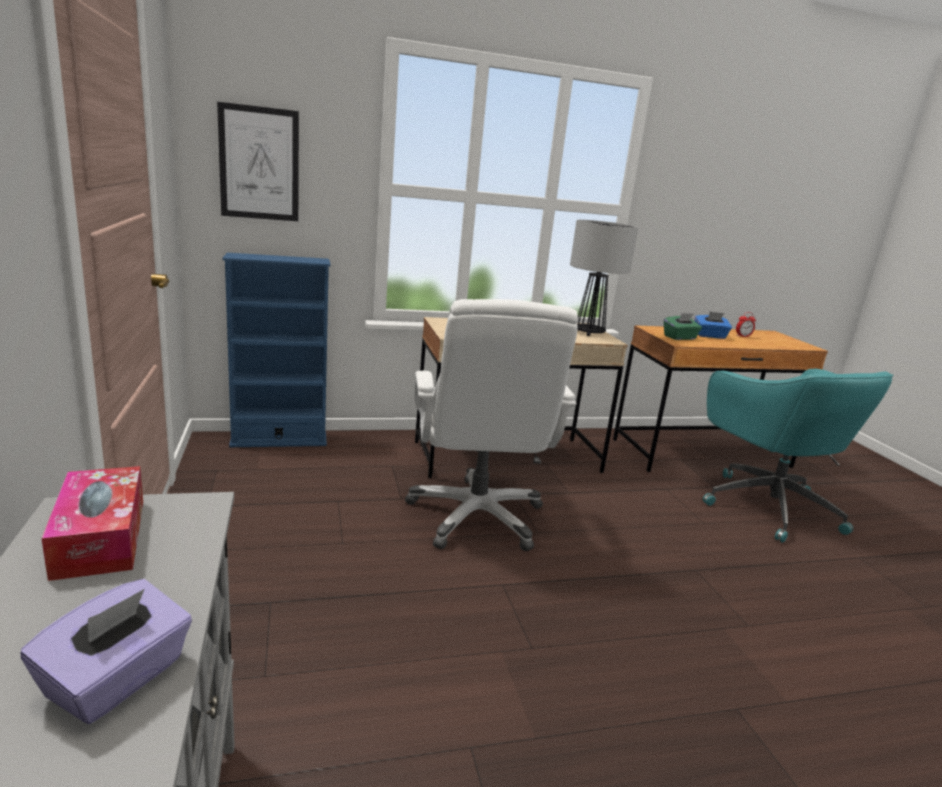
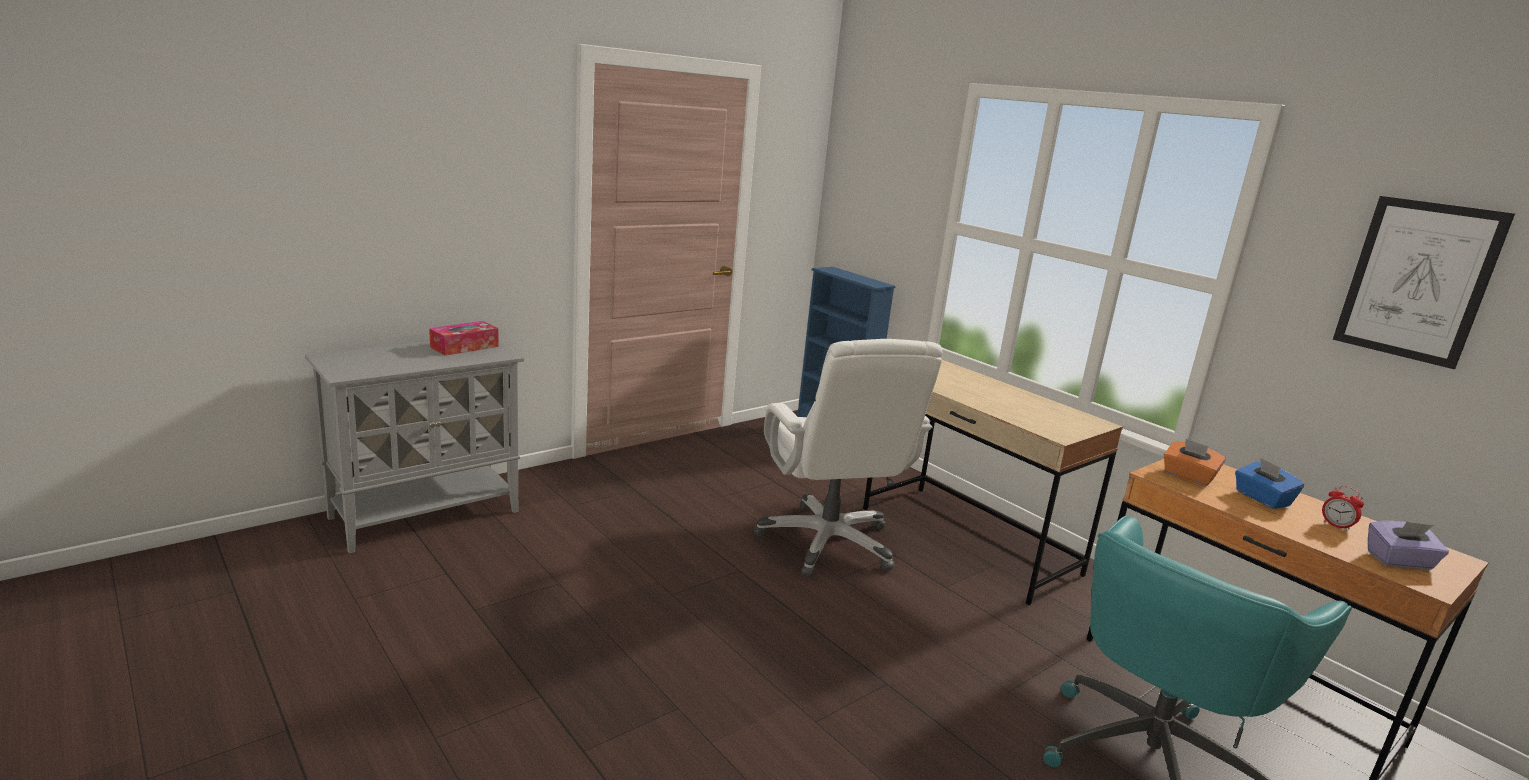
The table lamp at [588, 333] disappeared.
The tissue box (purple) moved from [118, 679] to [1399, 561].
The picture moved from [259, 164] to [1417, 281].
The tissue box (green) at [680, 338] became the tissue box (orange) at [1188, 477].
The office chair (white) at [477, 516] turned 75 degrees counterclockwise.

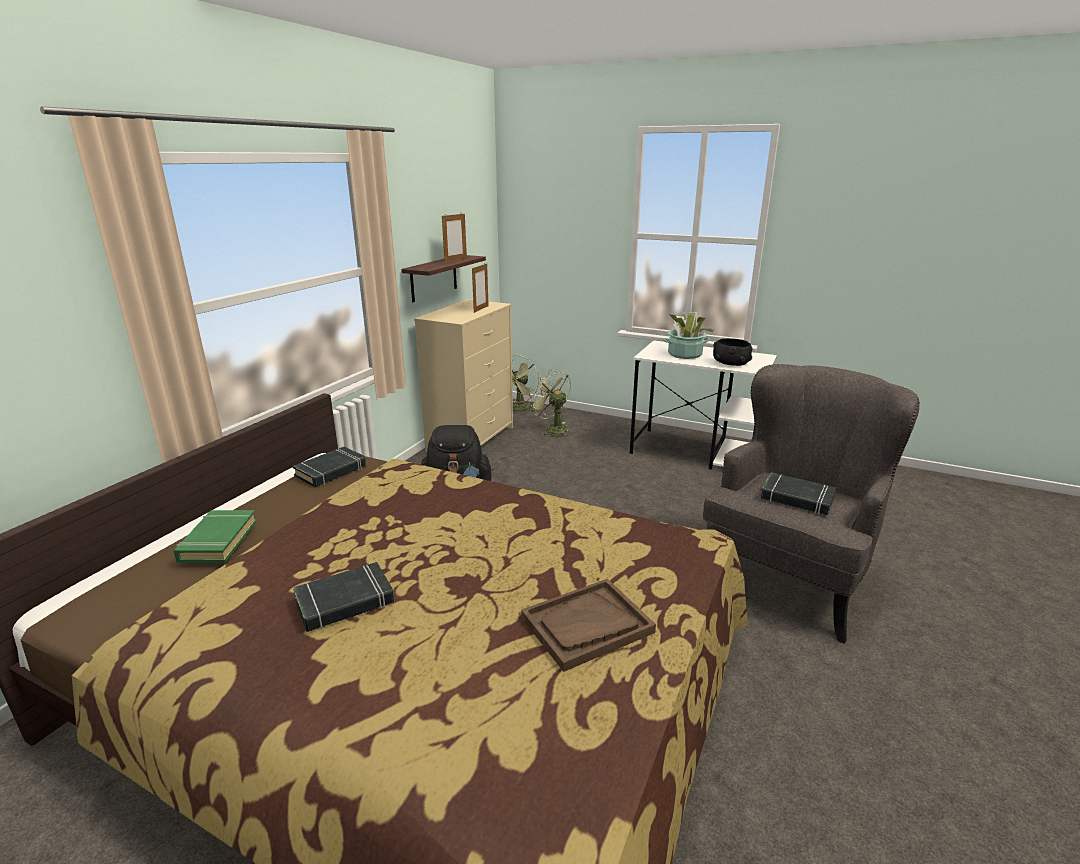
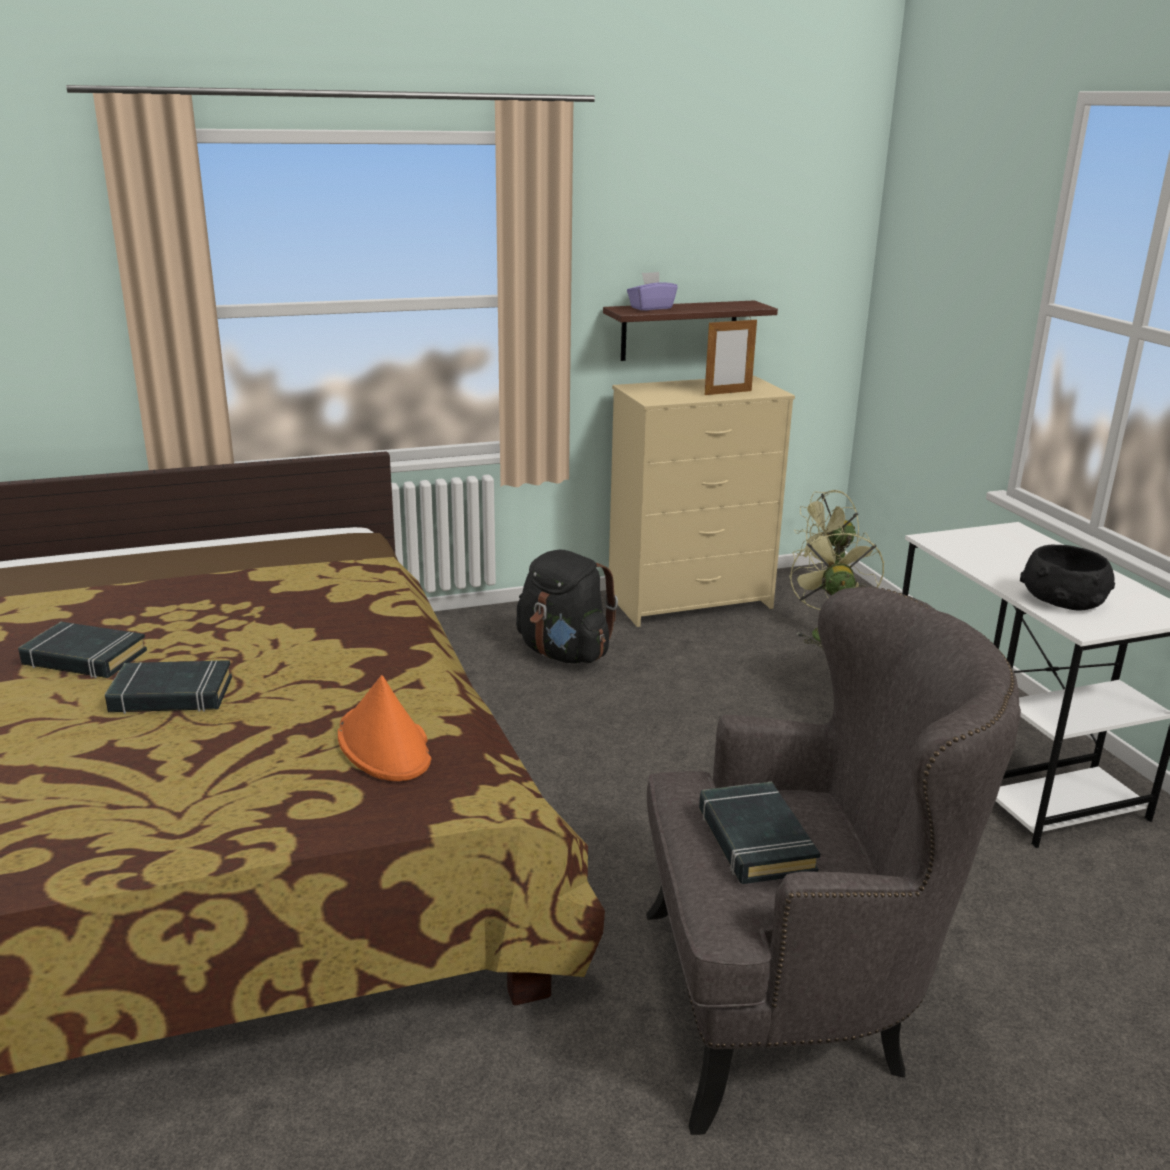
The book (green) at [218, 541] disappeared.
The picture frame at [455, 260] disappeared.
The tray (brown) at [587, 625] disappeared.
The potted plant at [684, 354] disappeared.
The hat (orange) at [384, 745] appeared.
The tissue box (purple) at [651, 308] appeared.
The book (black) moved from [331, 471] to [171, 695].

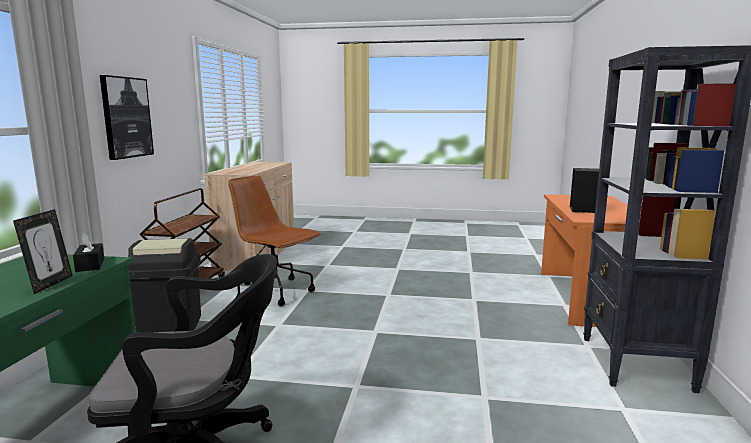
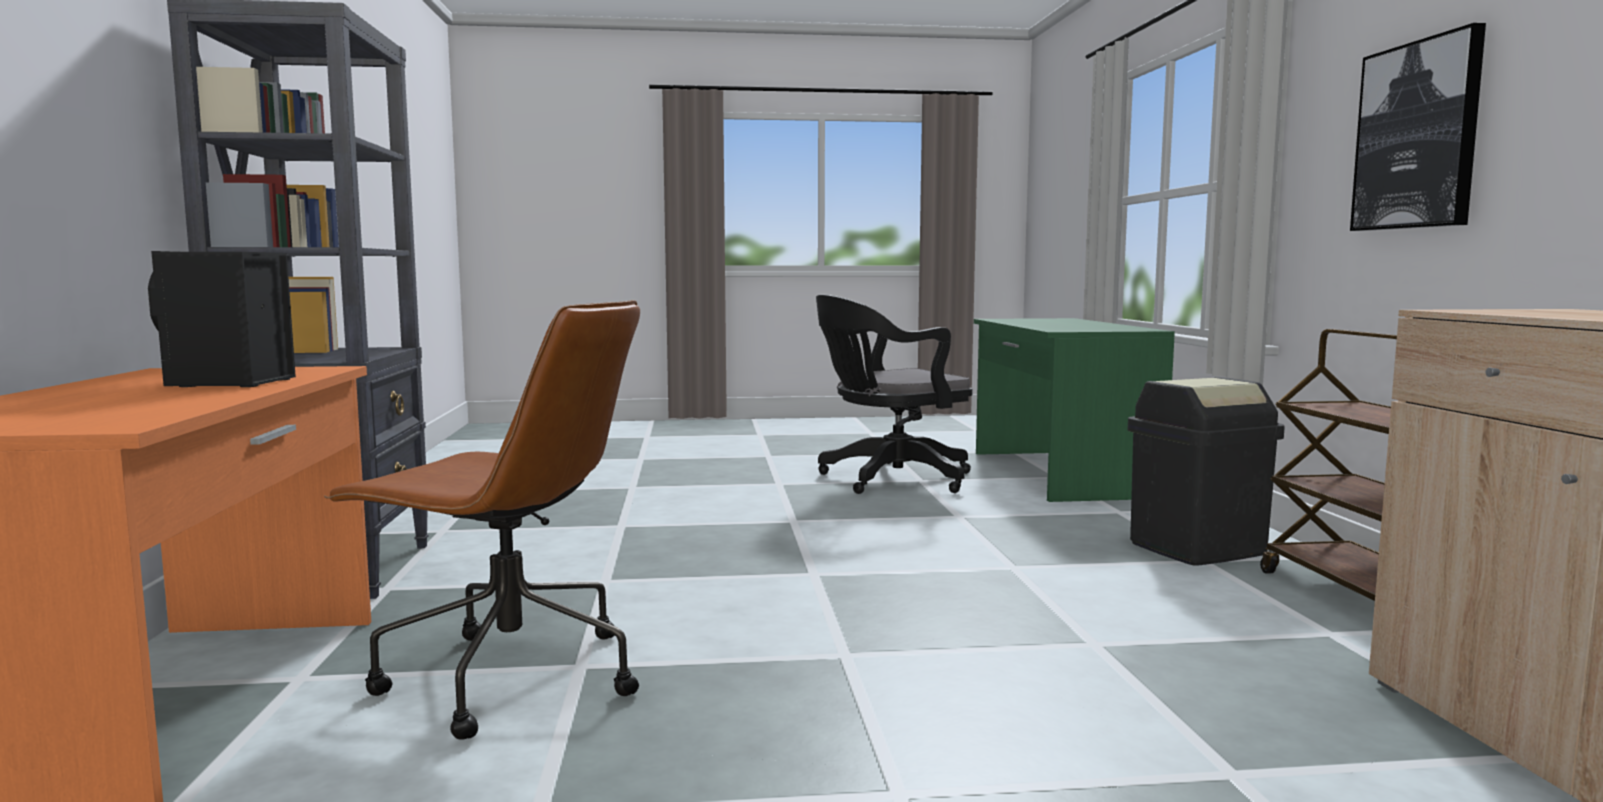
The picture frame at [50, 284] disappeared.
The tissue box (black) at [90, 265] disappeared.
The office chair (brown) moved from [275, 292] to [508, 678].

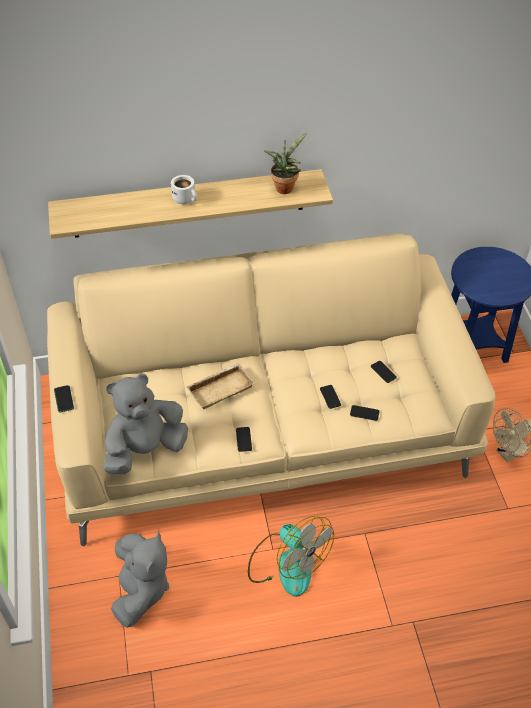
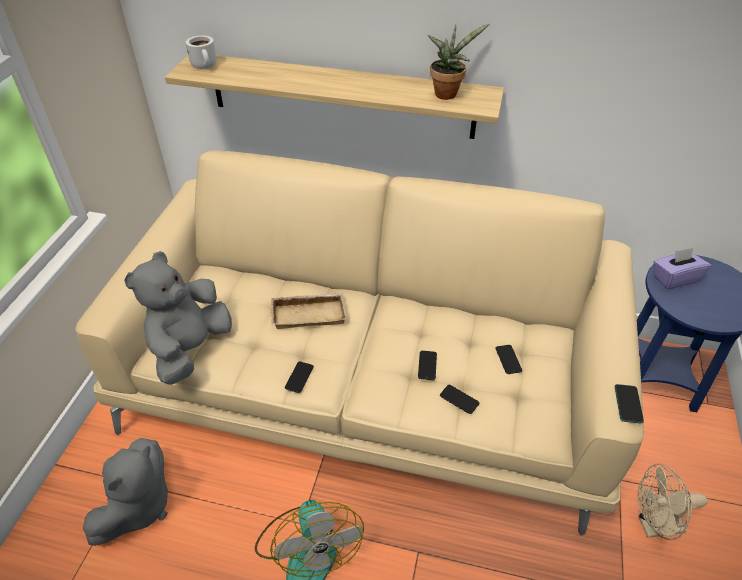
The tissue box (purple) at [674, 278] appeared.
The phone moved from [64, 399] to [628, 404].
The mug (white) moved from [186, 199] to [206, 65].
The plush toy (grey) at [145, 449] turned 60 degrees counterclockwise.

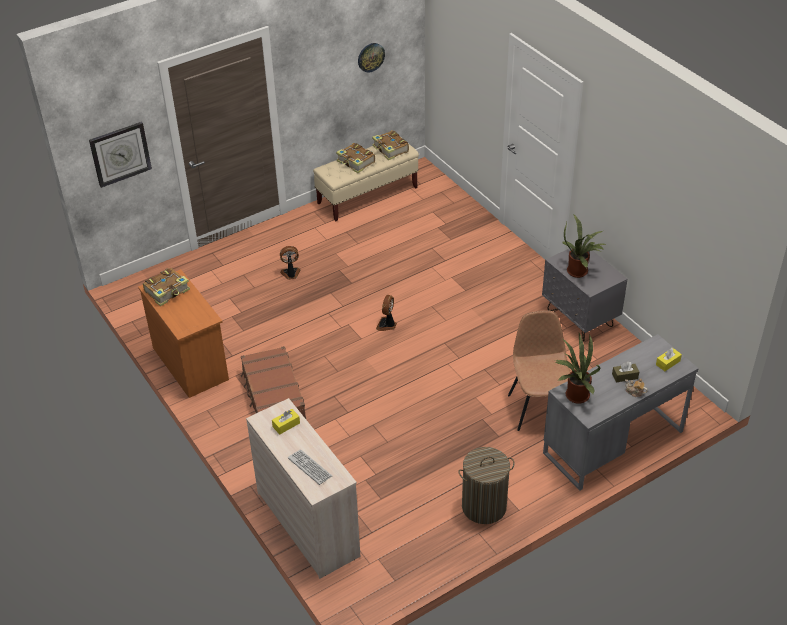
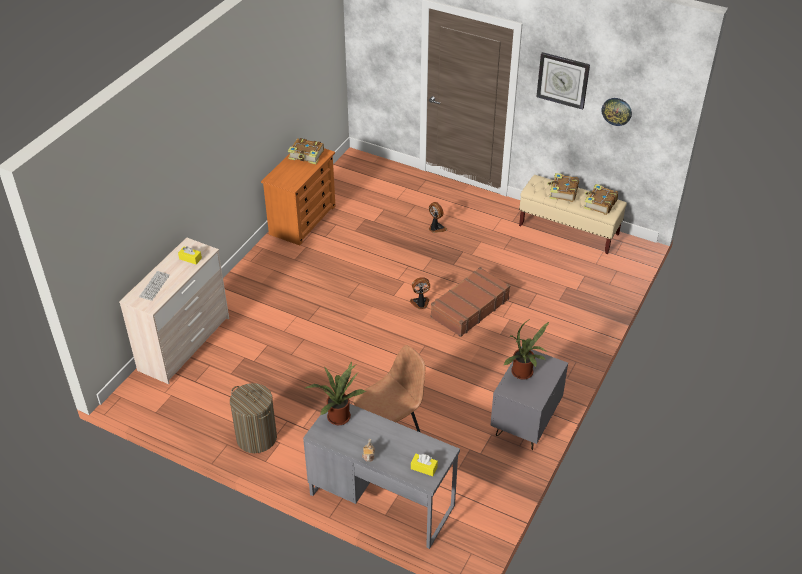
The tissue box (brown) at [625, 376] disappeared.
The wall clock moved from [120, 154] to [563, 80].
The suitcase (brown) moved from [273, 395] to [469, 308].

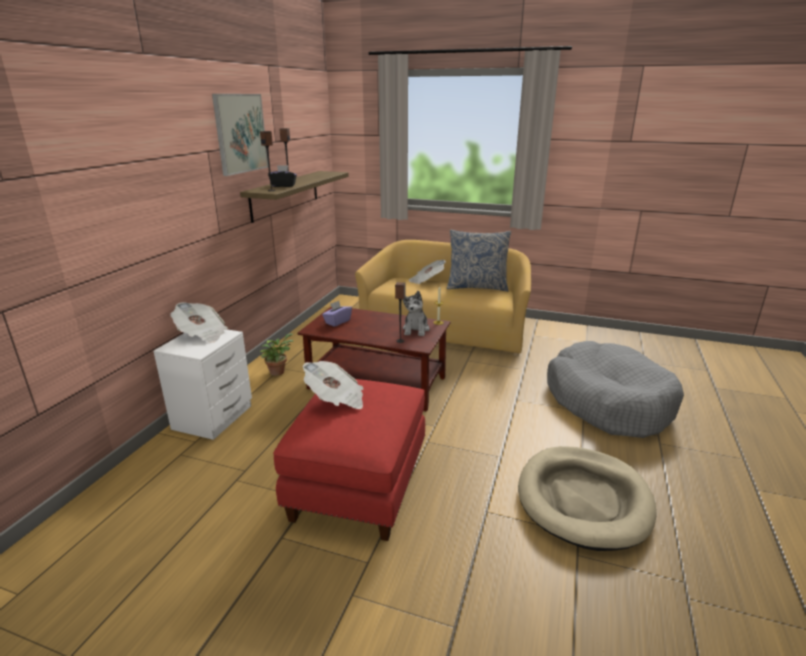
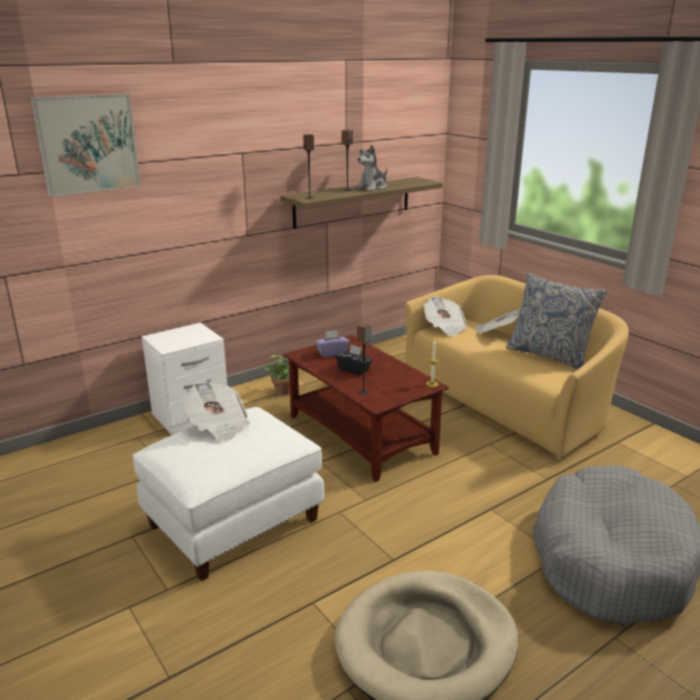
The newspaper moved from [202, 334] to [444, 327].
The picture moved from [240, 133] to [88, 144].
The tissue box (black) moved from [283, 186] to [354, 369].
The plush toy moved from [416, 329] to [372, 188].
The ottoman (red) at [357, 484] became the ottoman (white) at [233, 522].

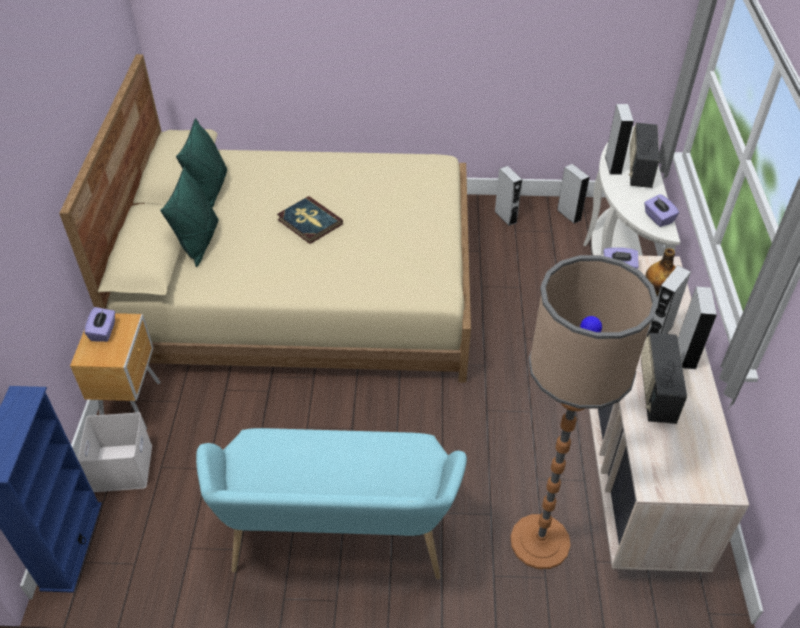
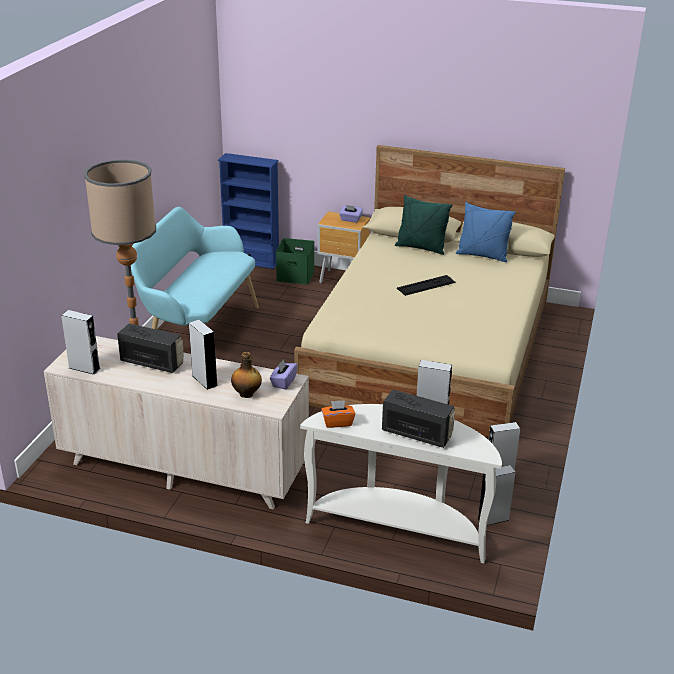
The speaker (grey) moved from [686, 354] to [84, 368].
The book at [309, 222] was replaced by the keyboard at [426, 285].
The storage box (white) at [121, 466] became the storage box (green) at [296, 275].
The pillow (green) at [210, 190] became the pillow (blue) at [482, 255].
The tissue box (purple) at [658, 218] became the tissue box (orange) at [337, 422].

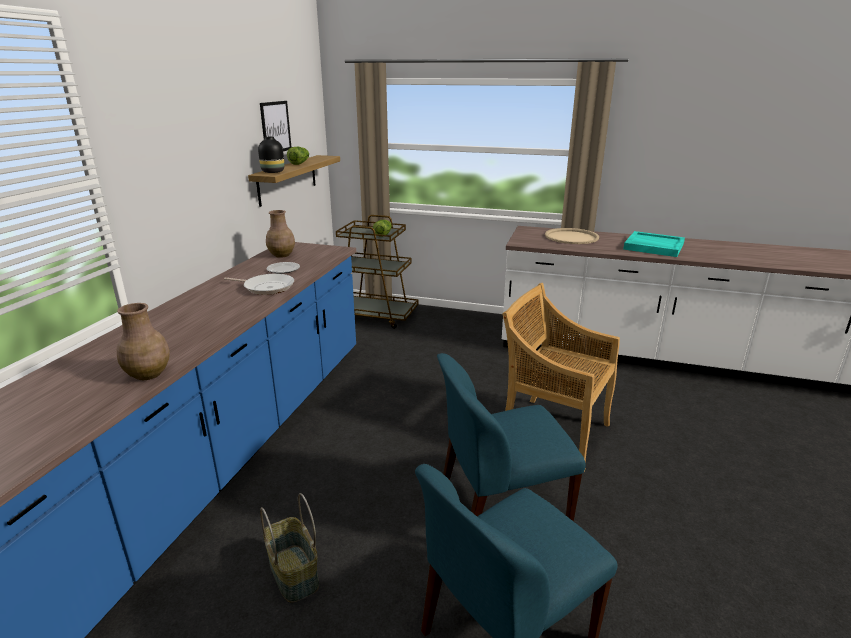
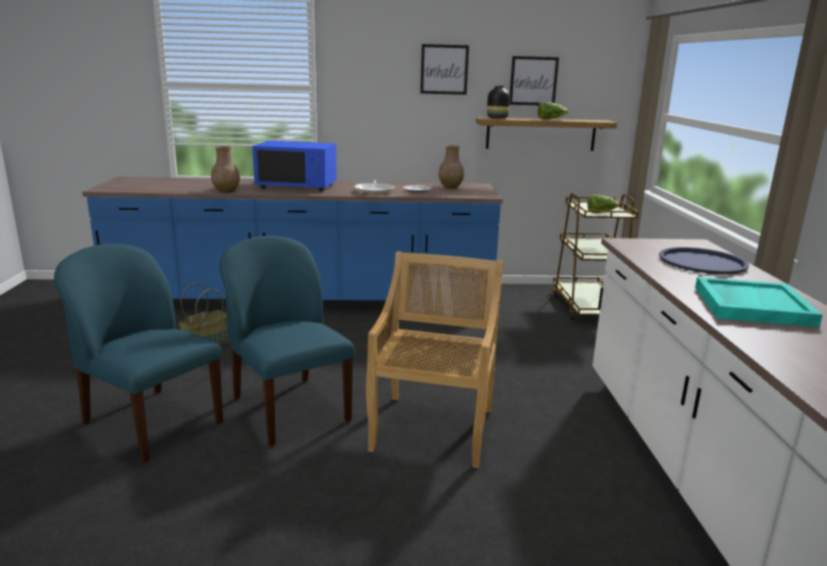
The microwave (blue) at [297, 186] appeared.
The picture at [444, 69] appeared.
The tray (beige) at [571, 237] became the tray (blue) at [702, 262].

